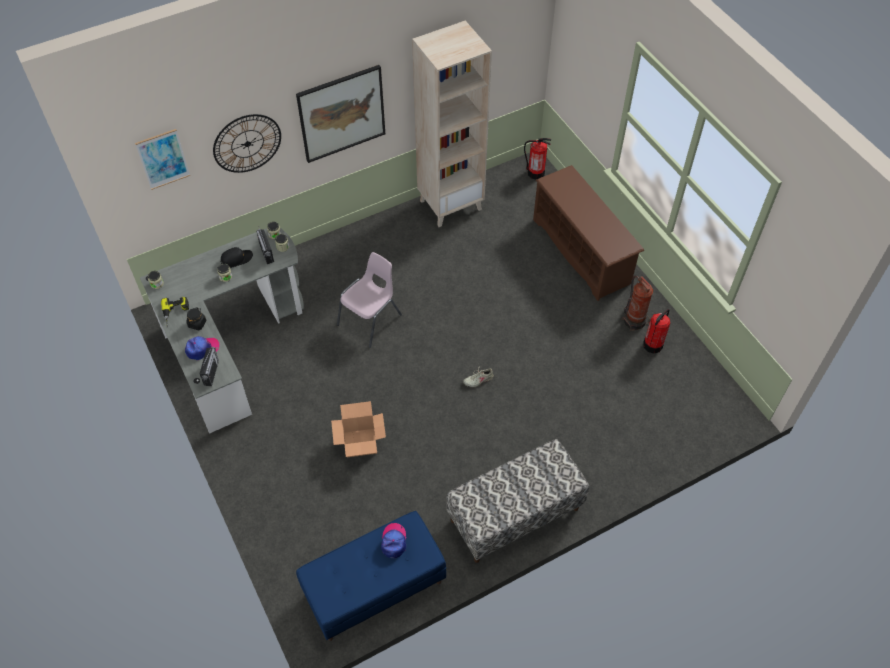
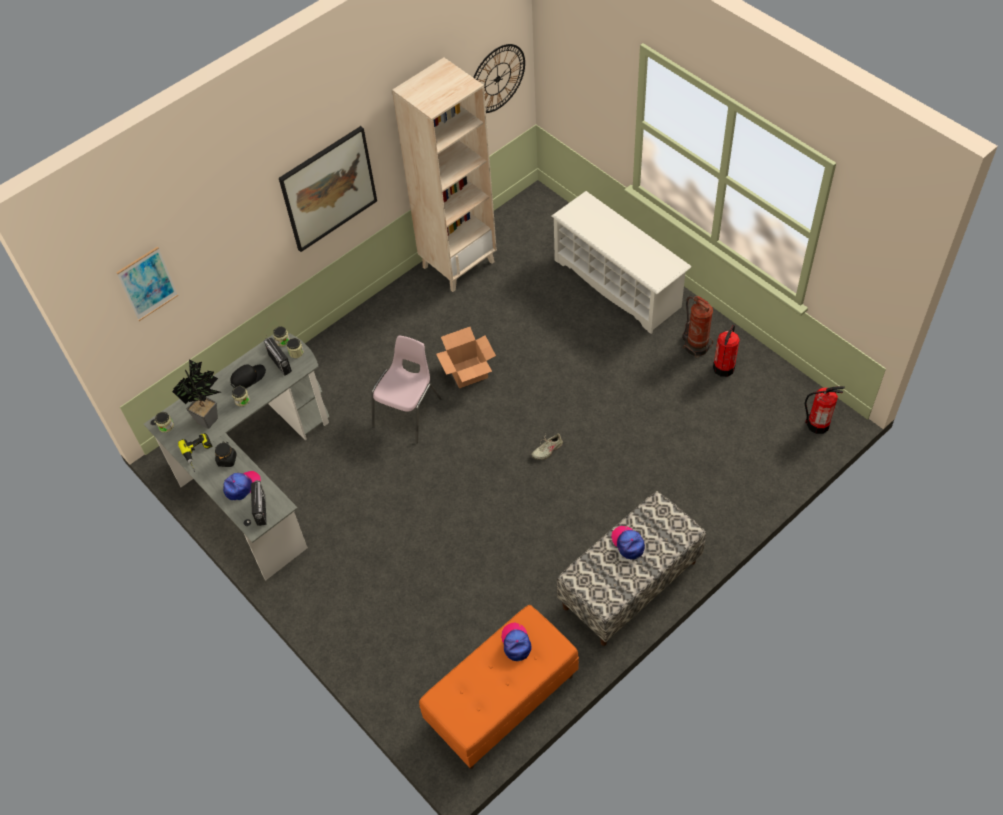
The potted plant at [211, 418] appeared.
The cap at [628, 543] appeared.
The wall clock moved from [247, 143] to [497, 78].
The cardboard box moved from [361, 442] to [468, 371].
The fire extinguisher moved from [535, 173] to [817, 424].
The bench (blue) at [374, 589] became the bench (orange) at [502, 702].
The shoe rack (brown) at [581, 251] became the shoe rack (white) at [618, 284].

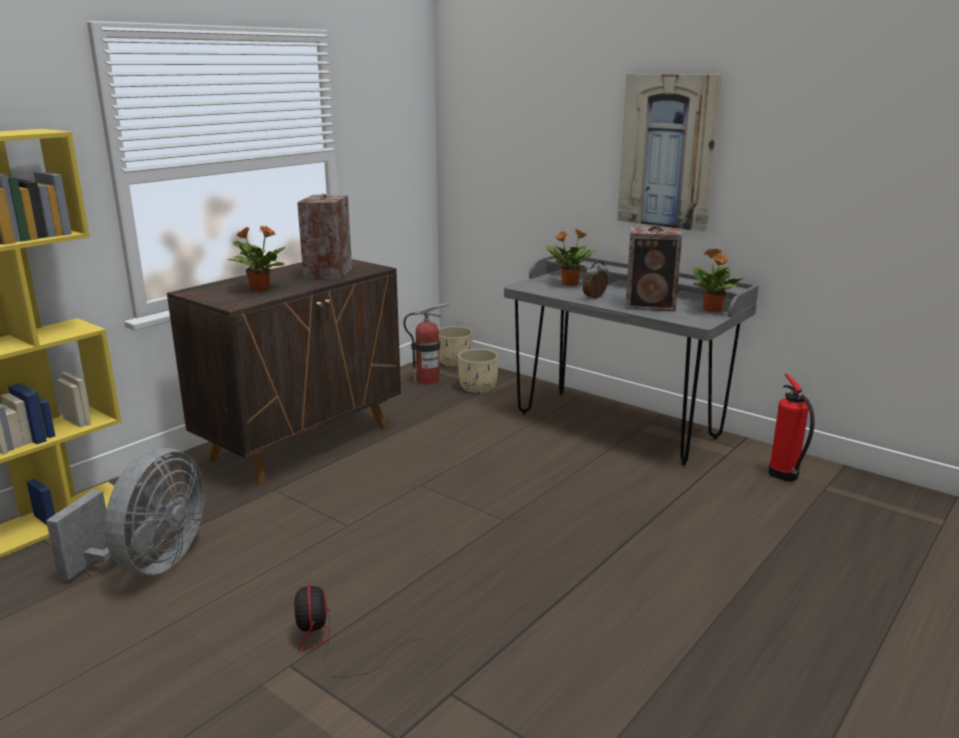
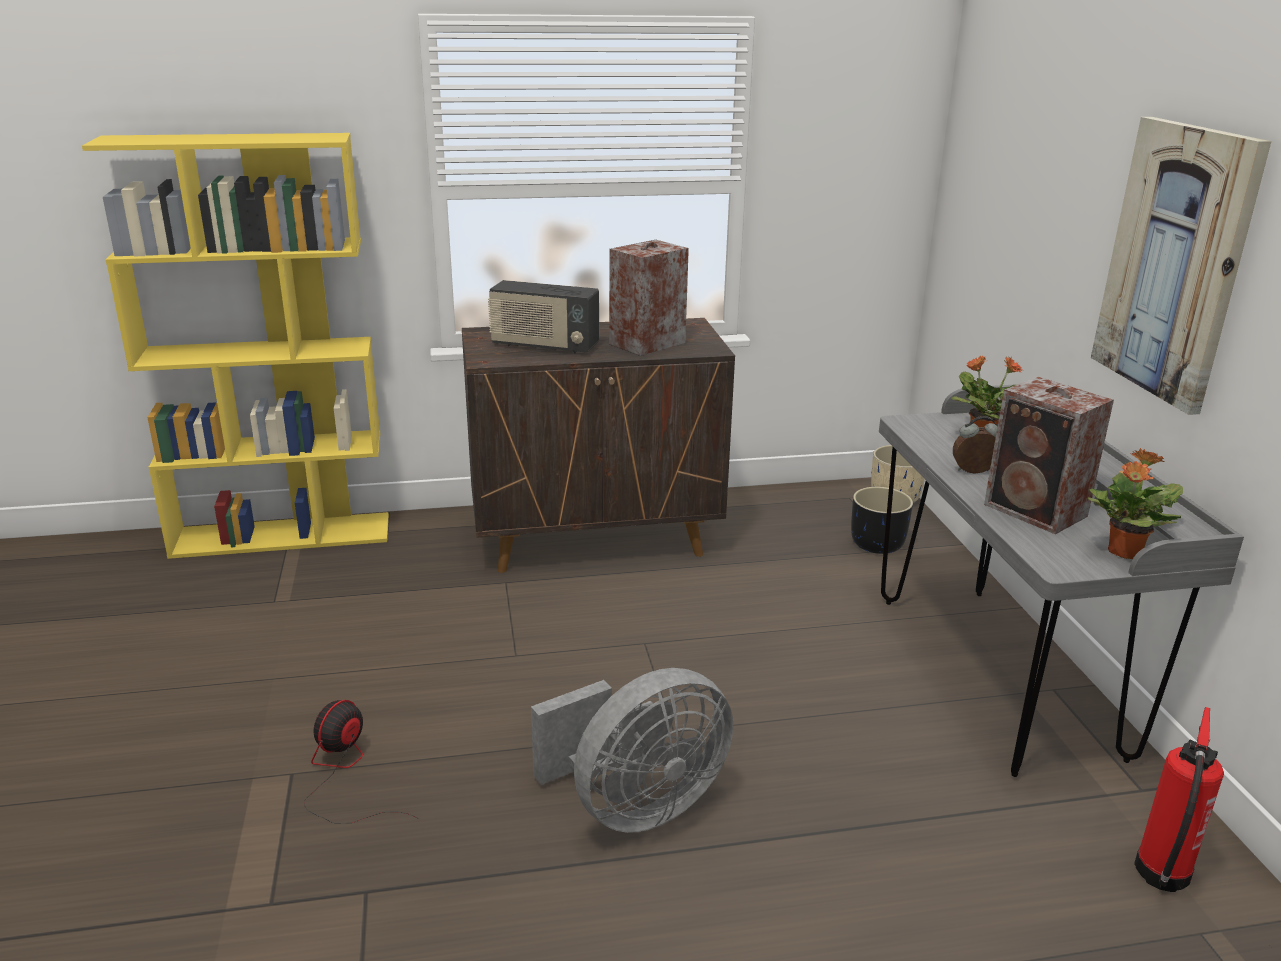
The fire extinguisher at [428, 380] disappeared.
The fan (grey) moved from [149, 564] to [636, 806].
The potted plant at [259, 288] was replaced by the radio at [544, 346].
The planter (beige) at [478, 388] became the planter (black) at [878, 544].

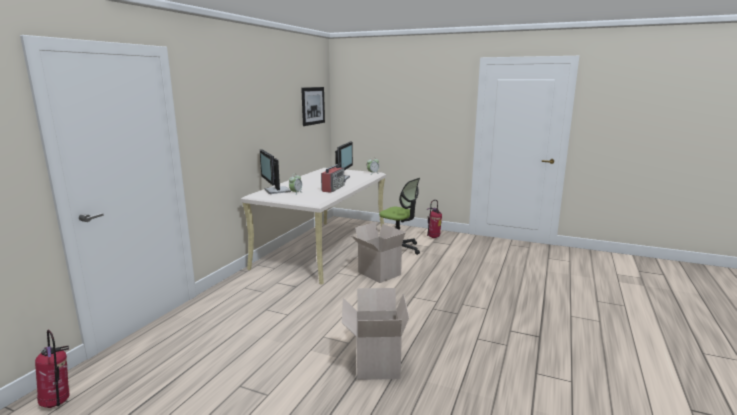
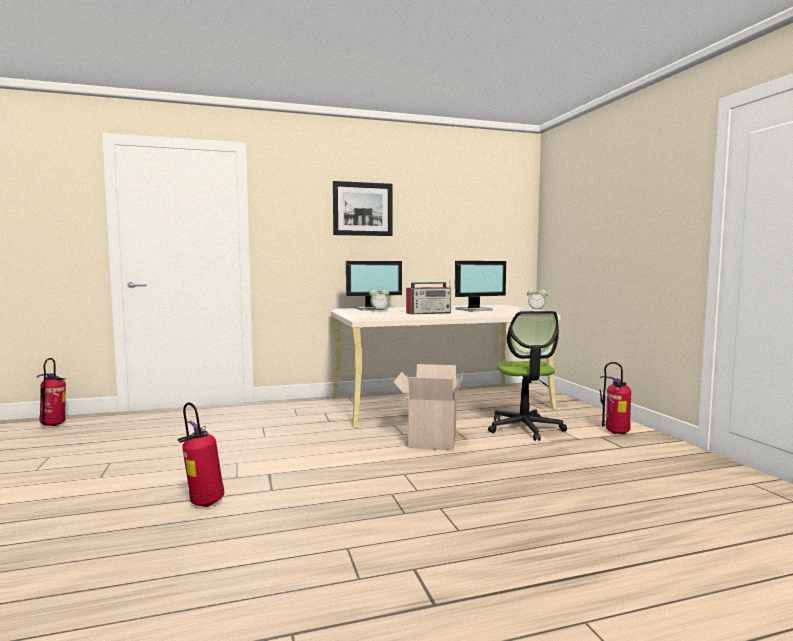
The picture moved from [313, 106] to [362, 209].
The cardboard box at [375, 363] was replaced by the fire extinguisher at [203, 503].
The monitor at [276, 191] turned 135 degrees counterclockwise.

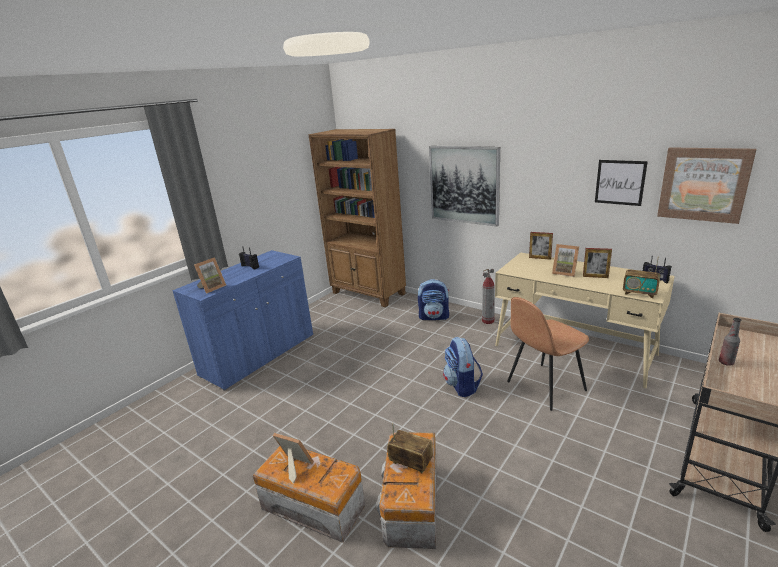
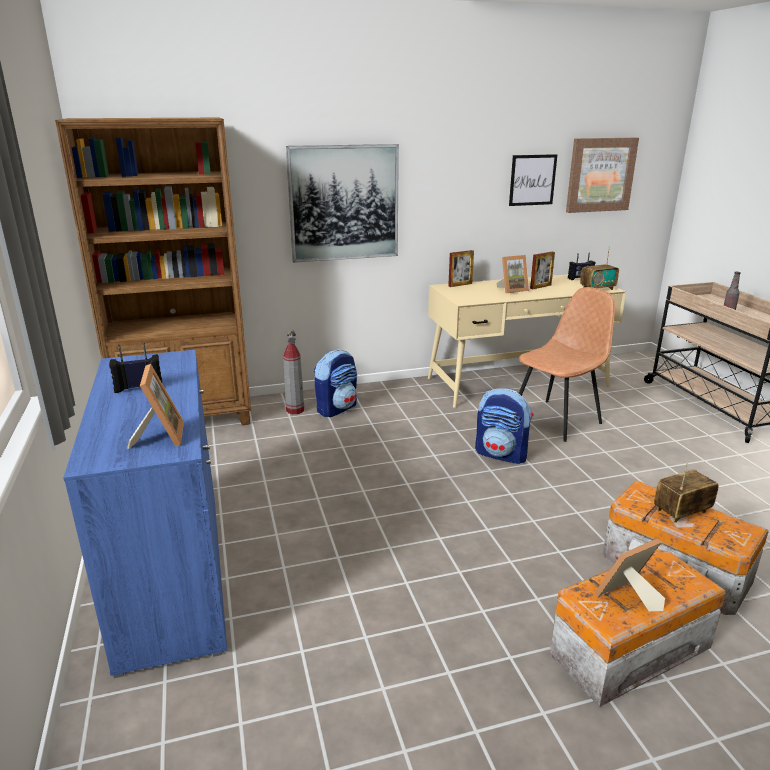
The fire extinguisher moved from [488, 321] to [295, 410].
The chair (brown) at [544, 387] turned 135 degrees counterclockwise.

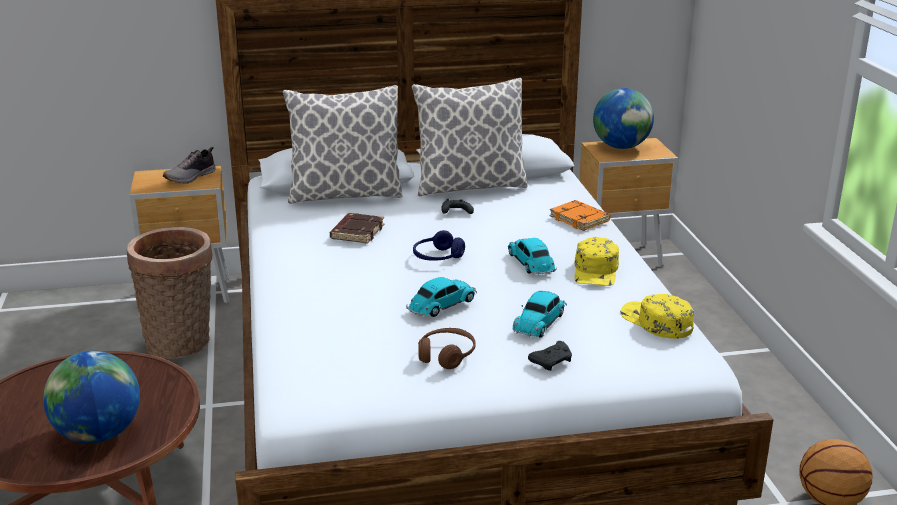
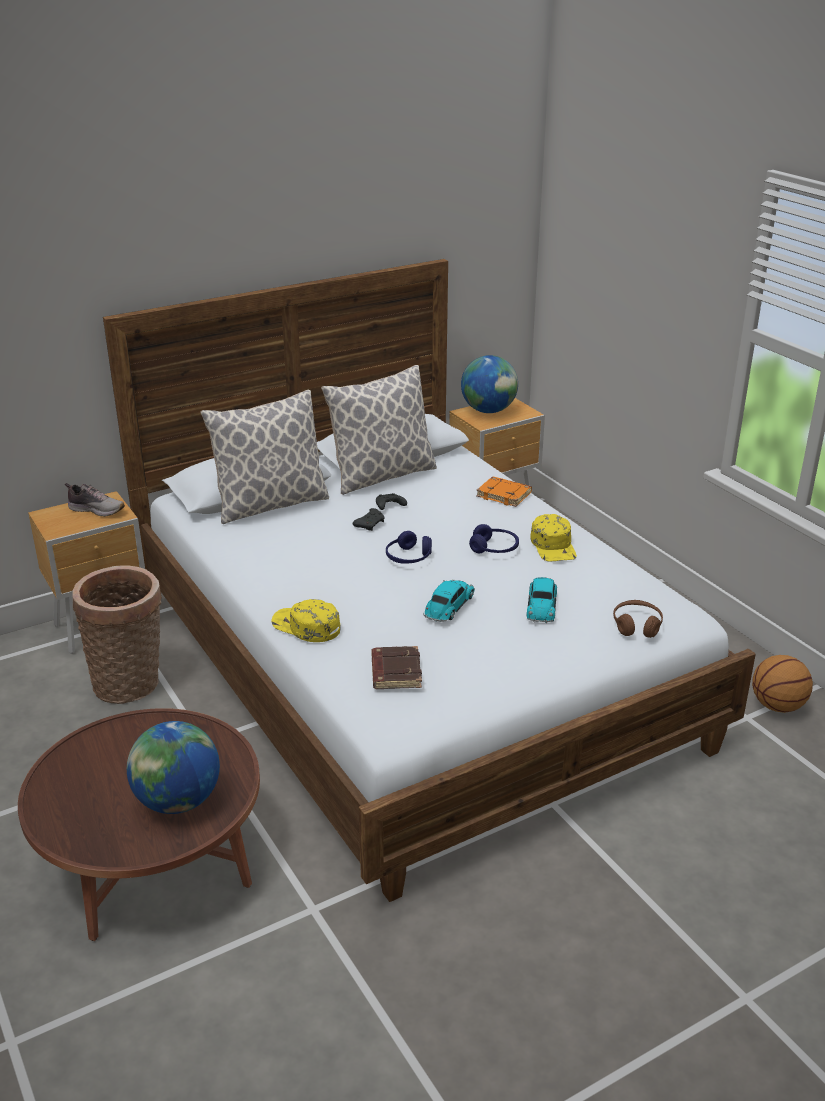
The book (brown) moved from [357, 232] to [395, 672].
The headphones (brown) moved from [446, 355] to [637, 625].
The game controller (black) moved from [552, 361] to [370, 524].
The cap (yellow) moved from [656, 322] to [306, 626].
The toy car at [531, 263] was replaced by the headphones (blue) at [494, 548].
The shoe at [191, 177] turned 90 degrees counterclockwise.

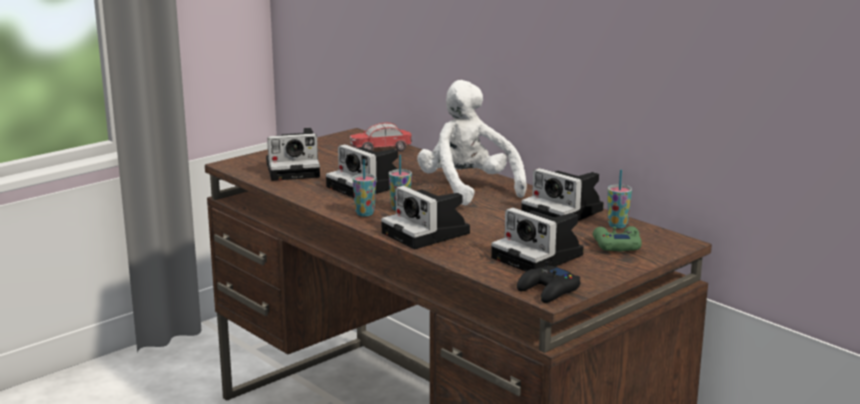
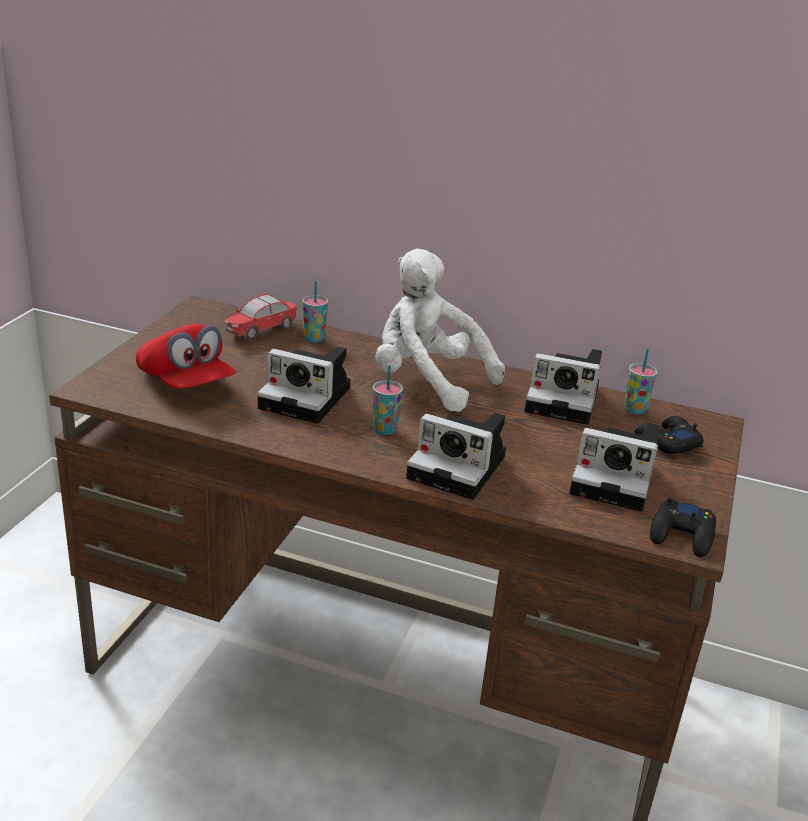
The cup moved from [365, 213] to [314, 338].
The photo camera at [295, 169] was replaced by the cap (red) at [186, 383].
The game controller (green) at [616, 245] became the game controller (black) at [667, 442].

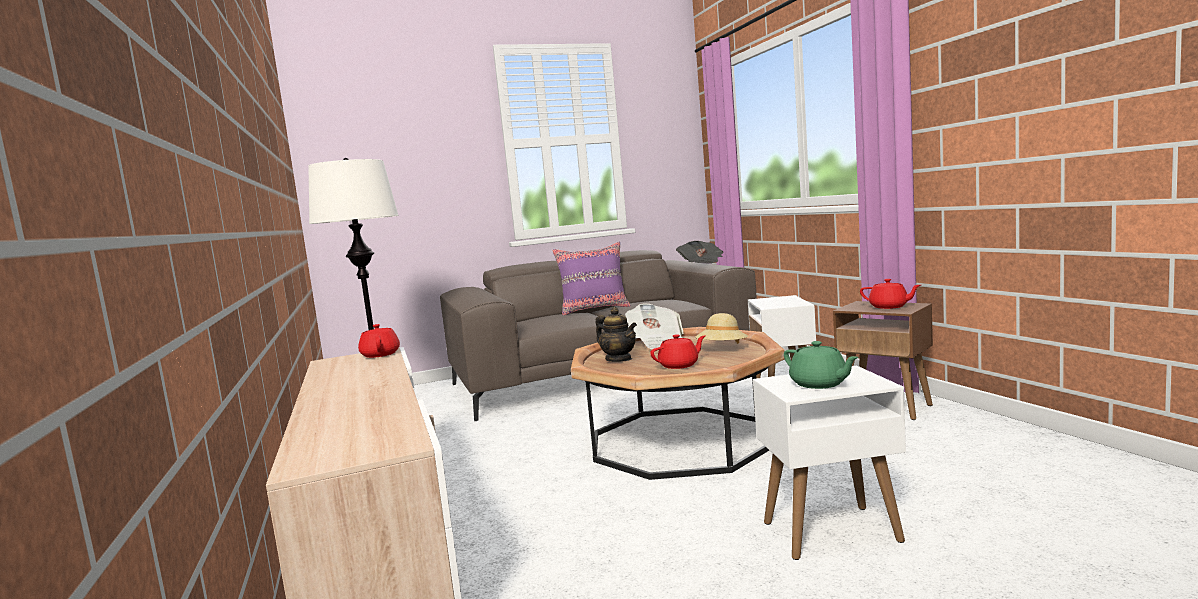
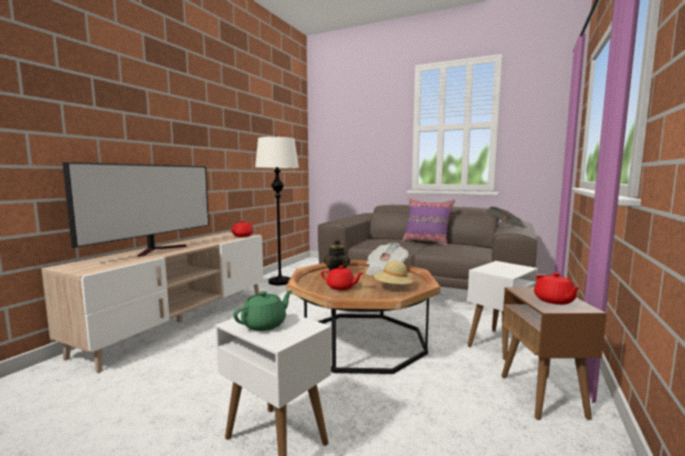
The television at [158, 250] appeared.
The teapot (green) at [819, 384] turned 150 degrees counterclockwise.

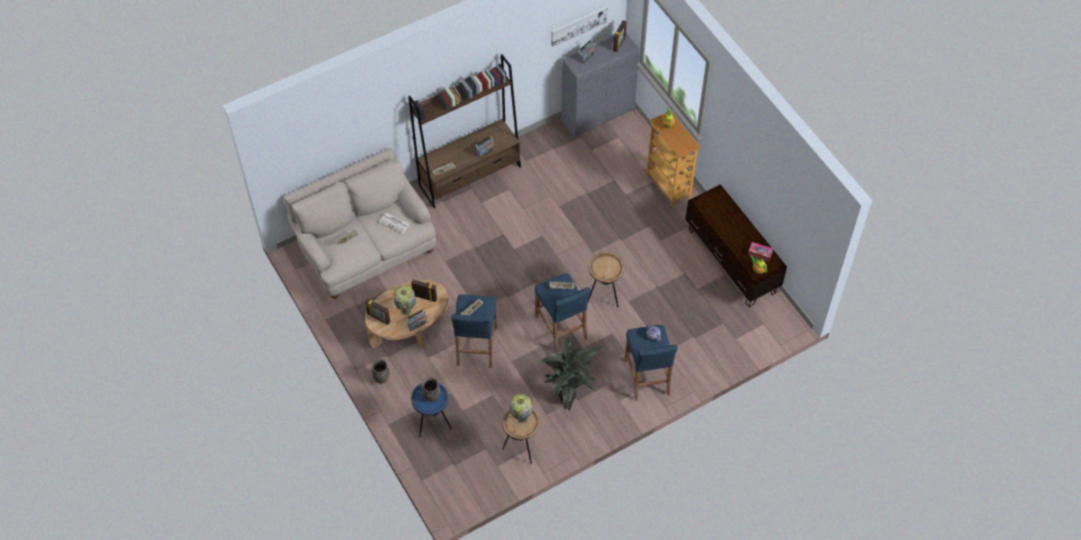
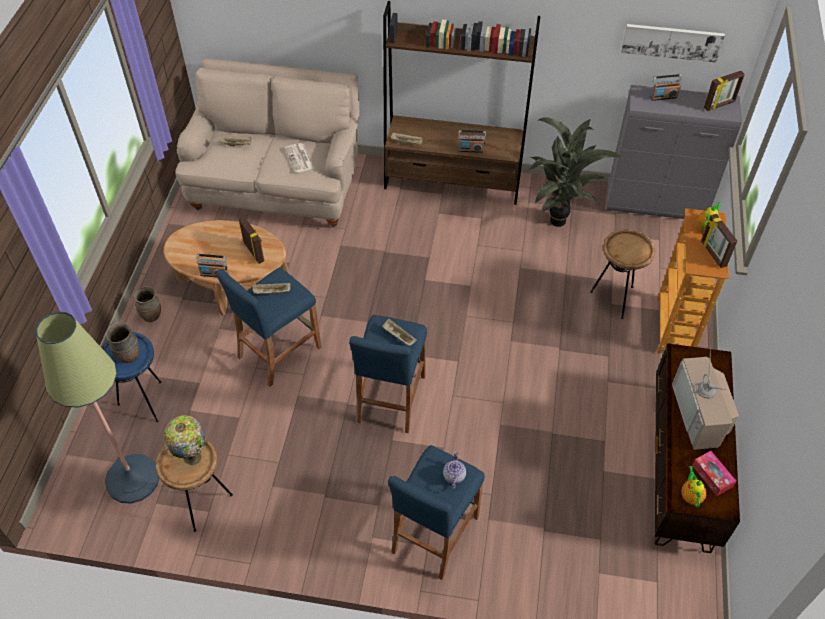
The table lamp at [406, 310] disappeared.
The floor lamp at [132, 479] appeared.
The television at [700, 415] appeared.
The picture frame moved from [378, 318] to [712, 254].
The potted plant moved from [569, 402] to [558, 224].
The side table (brown) moved from [604, 296] to [615, 298].

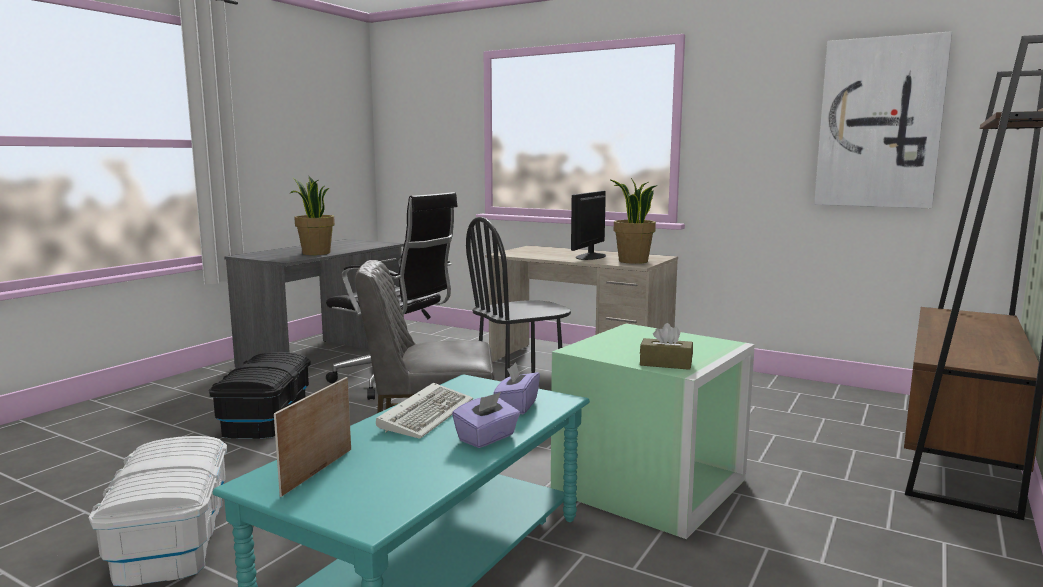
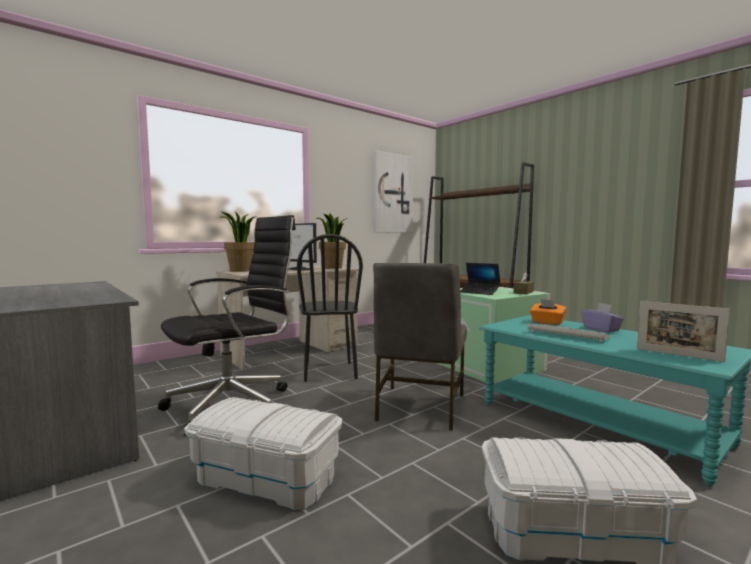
The laptop at [480, 292] appeared.
The potted plant moved from [315, 253] to [240, 271].
The storage box (black) at [265, 418] became the storage box (white) at [266, 478].
The tissue box (purple) at [516, 406] became the tissue box (orange) at [547, 322].

